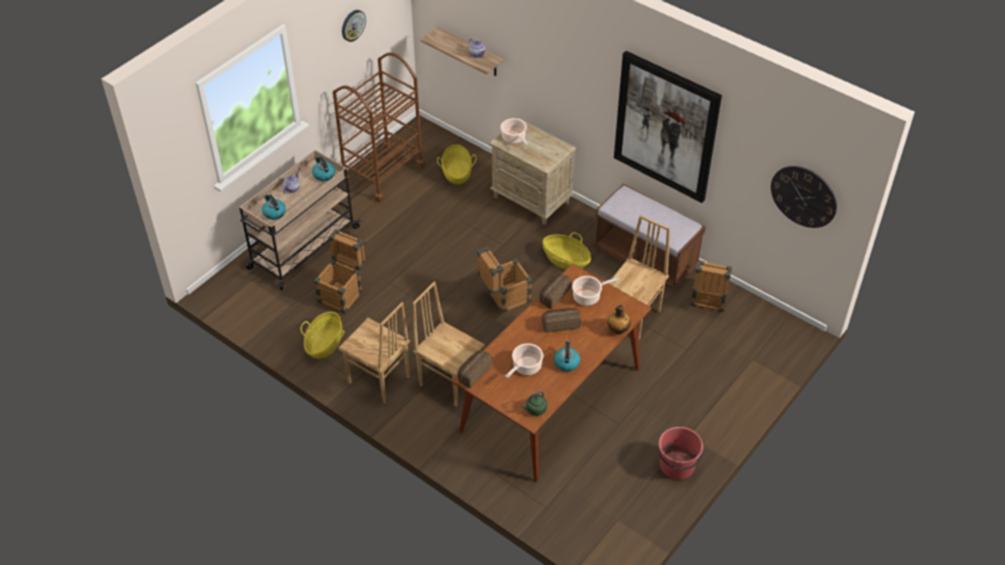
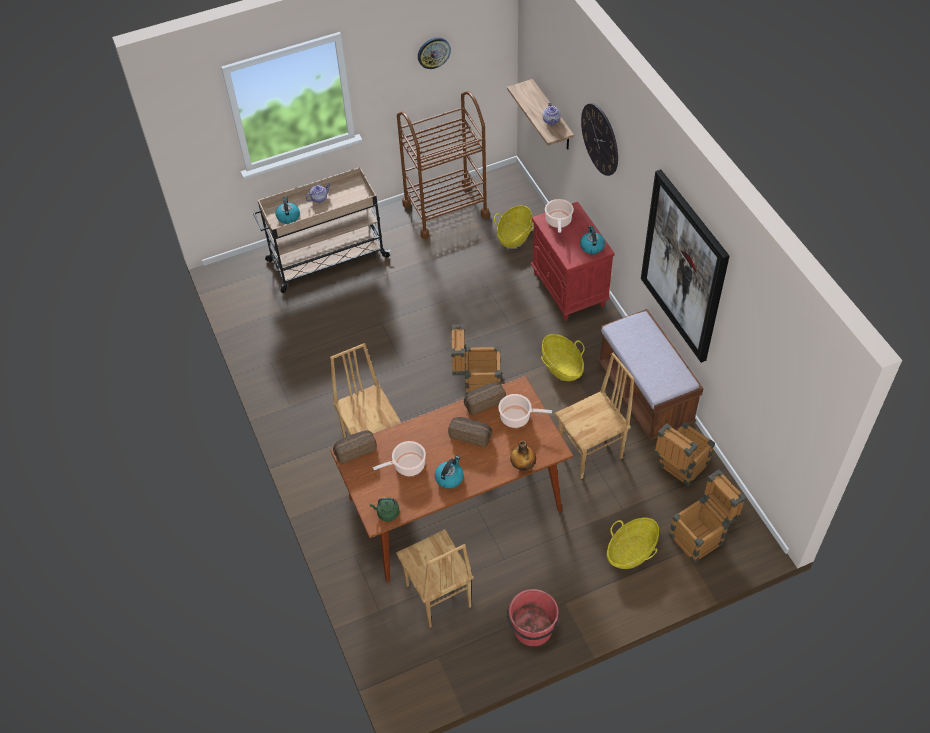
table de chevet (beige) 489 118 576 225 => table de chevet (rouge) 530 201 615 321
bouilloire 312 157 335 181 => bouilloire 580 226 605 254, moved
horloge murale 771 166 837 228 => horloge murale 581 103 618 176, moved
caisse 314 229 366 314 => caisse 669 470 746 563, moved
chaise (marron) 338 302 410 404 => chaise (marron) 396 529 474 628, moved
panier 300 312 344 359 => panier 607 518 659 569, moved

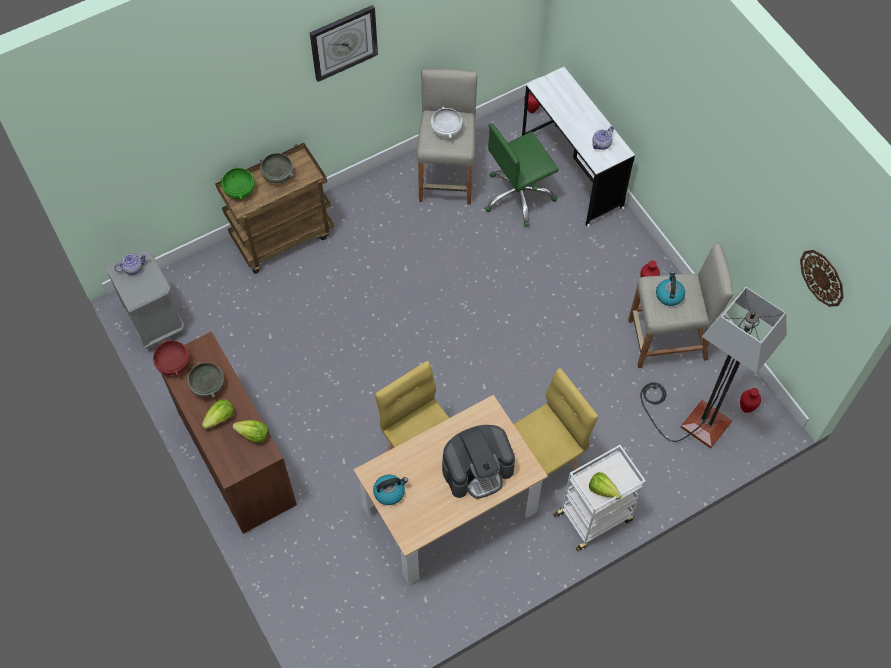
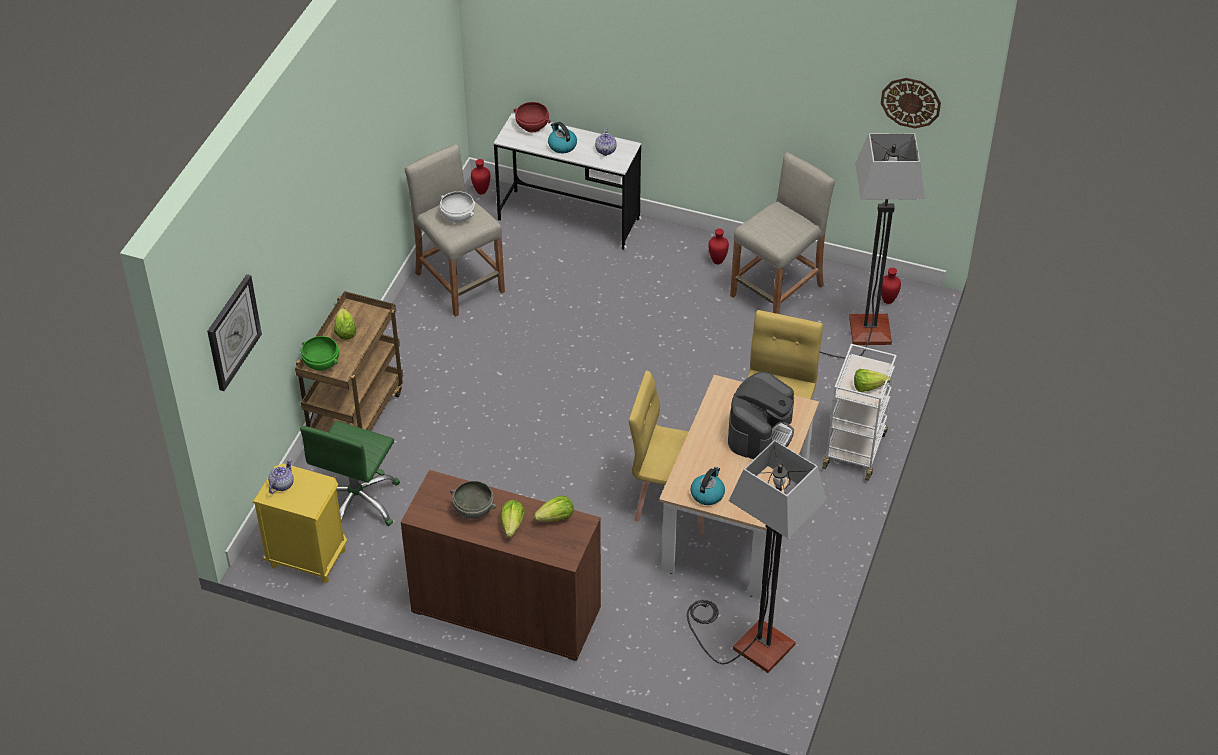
horloge murale 310 5 378 82 => horloge murale 207 274 262 391, moved
chaise de bureau (vert) 485 123 559 227 => chaise de bureau (vert) 300 421 400 526, moved
bol (gris) 260 153 294 184 => laitue 334 308 356 340
table de chevet (gris) 106 250 185 350 => table de chevet (jaune) 252 463 347 583
bouilloire 656 271 685 306 => bouilloire 548 122 577 153, moved
bol (rouge) 153 339 190 376 => bol (rouge) 514 102 551 132, moved
nothing => lampadaire 687 440 827 673

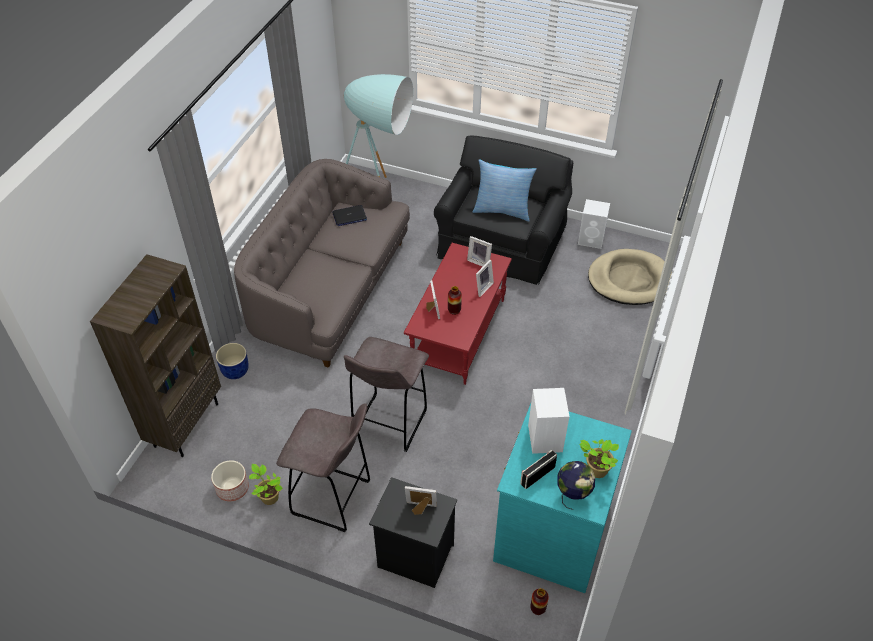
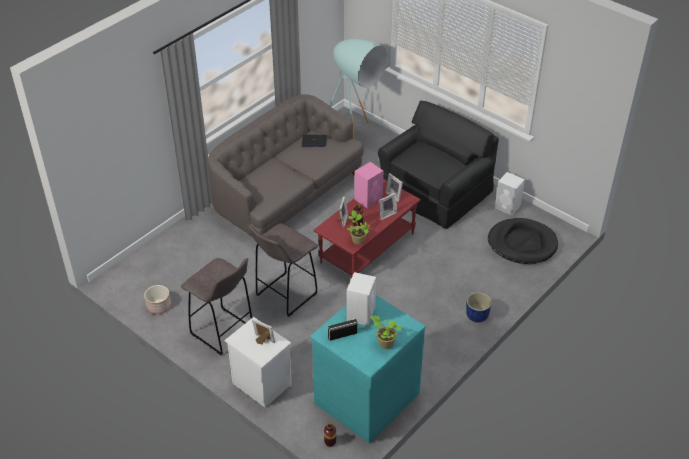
coussin 473 159 537 221 => nothing
panier pour chien (beige) 588 249 672 305 => panier pour chien (noir) 488 218 558 264
bibliothèque (marron) 90 254 221 457 => nothing
cache-pot (bleu) 216 343 249 379 => cache-pot (bleu) 466 292 492 322, moved
globe 557 461 595 510 => nothing
plante en pot 249 464 283 505 => plante en pot 347 210 370 245, moved
table de chevet (noir) 369 477 457 588 => table de chevet (blanc) 225 317 292 408
nothing => enceinte (rose) 354 162 383 208

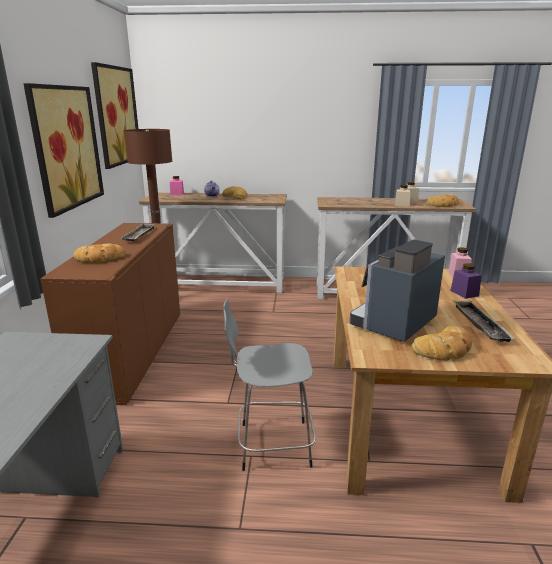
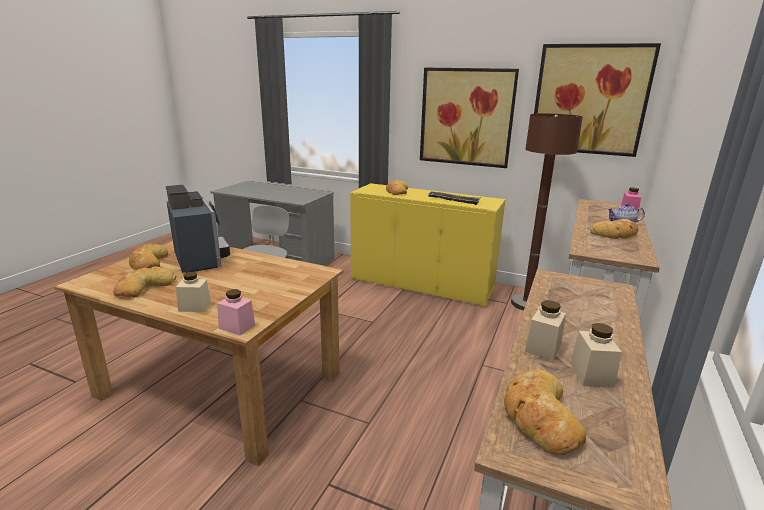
meuble de rangement (marron) 40 223 180 405 => meuble de rangement (jaune) 350 183 506 307
bocal (violet) 450 263 482 299 => bocal (beige) 176 272 211 312
plateau 453 300 515 342 => pain 113 266 176 298

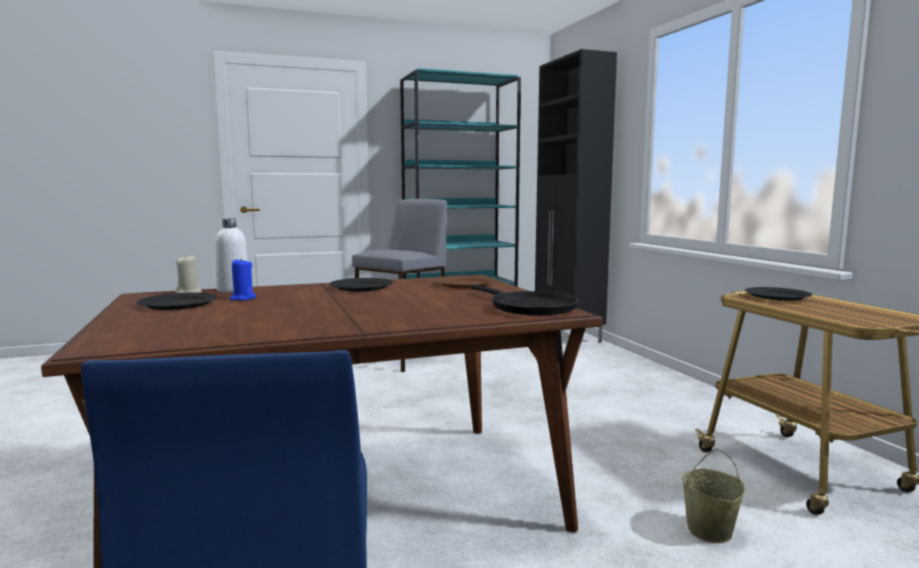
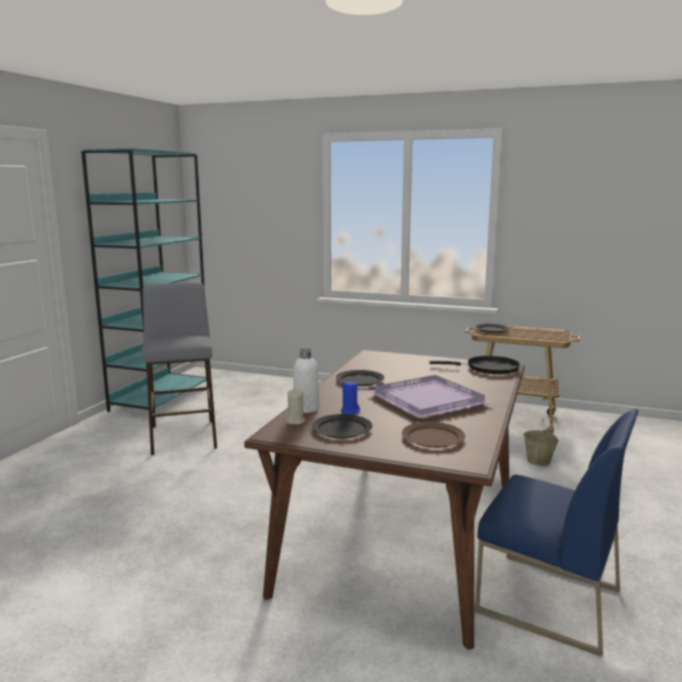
meuble de rangement (noir) 535 49 617 343 => nothing
assiette (marron) 434 275 496 288 => assiette (marron) 402 422 465 448, moved
nothing => plateau (violet) 368 375 492 419

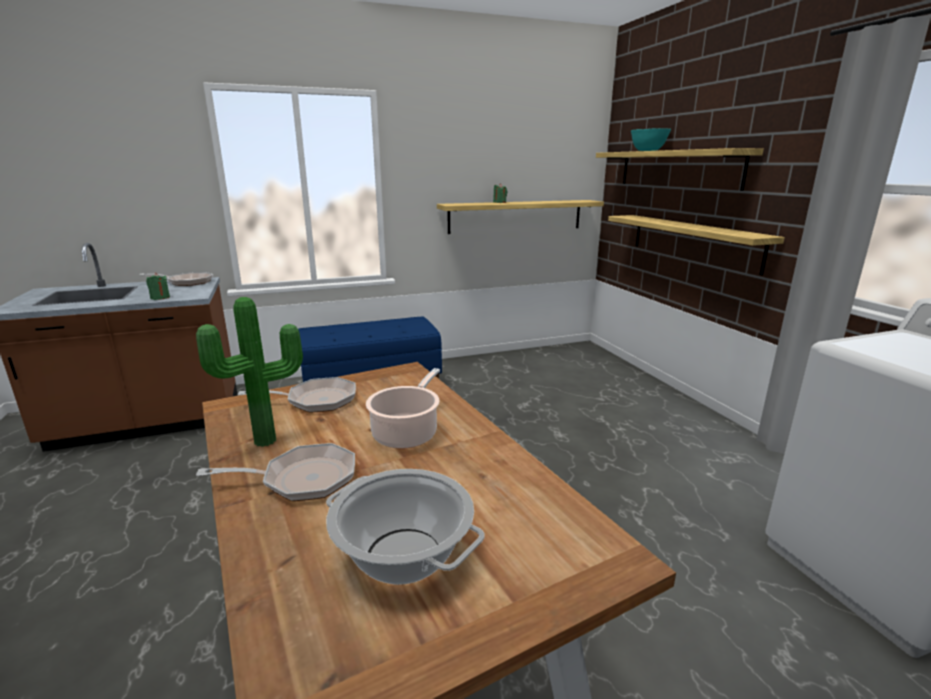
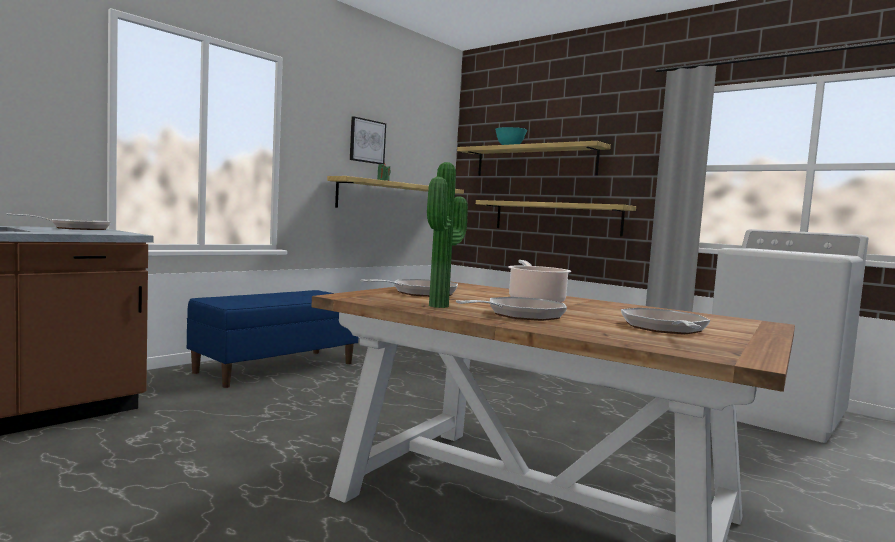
bougie (vert) 146 273 170 300 => nothing
marmite 326 469 485 585 => poêle 621 308 710 334
nothing => tableau 350 116 386 164

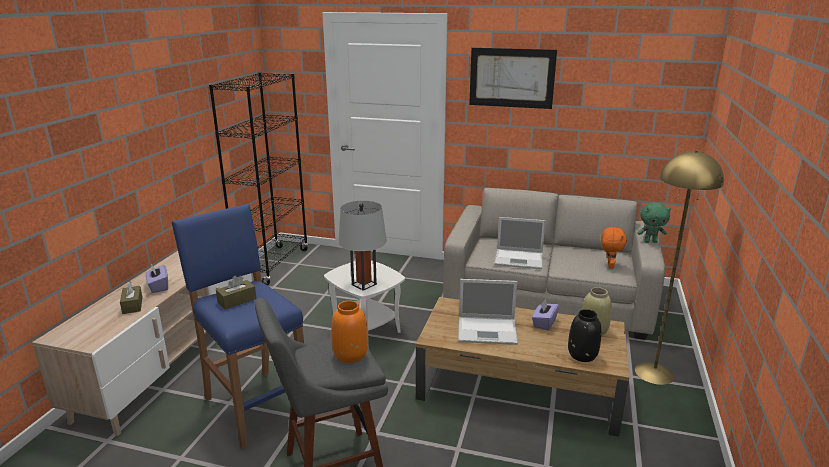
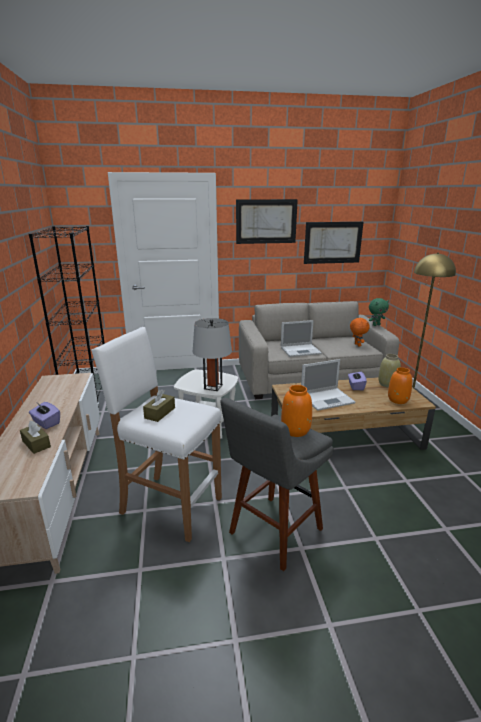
tabouret (bleu) 172 204 304 449 => tabouret (blanc) 91 327 222 542
vase (noir) 568 309 601 362 => vase (orange) 388 367 412 404
nothing => tableau 304 222 363 264

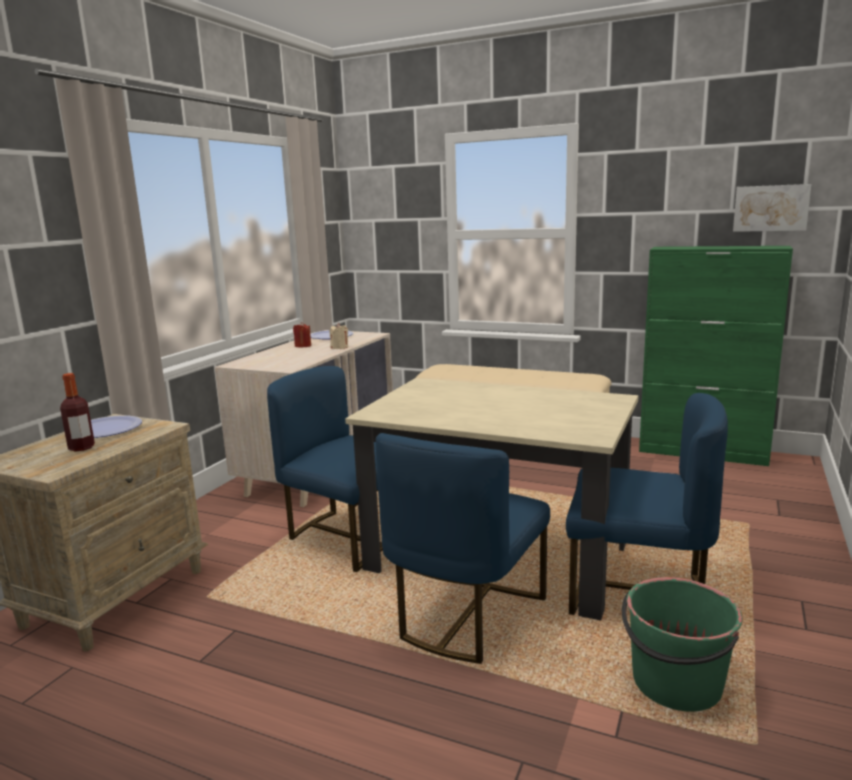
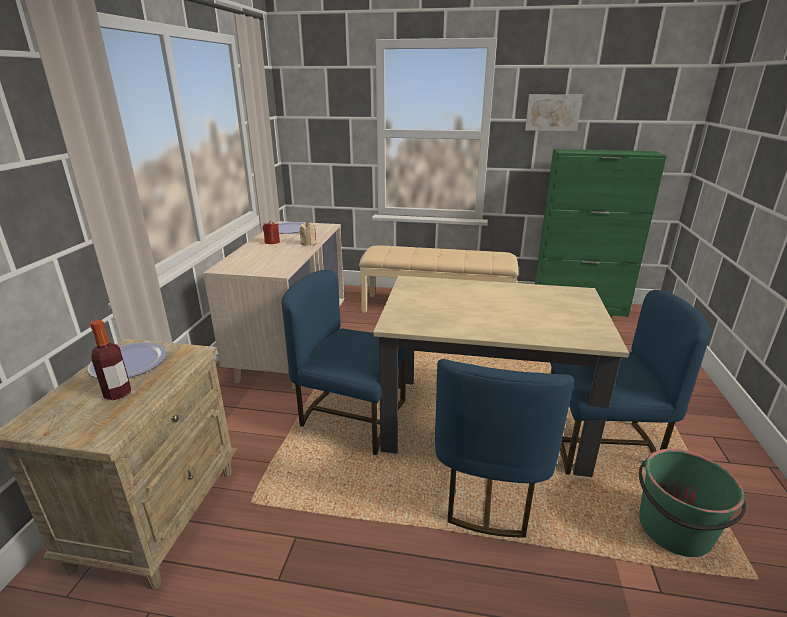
tableau 733 184 811 232 => tableau 525 94 583 131, moved

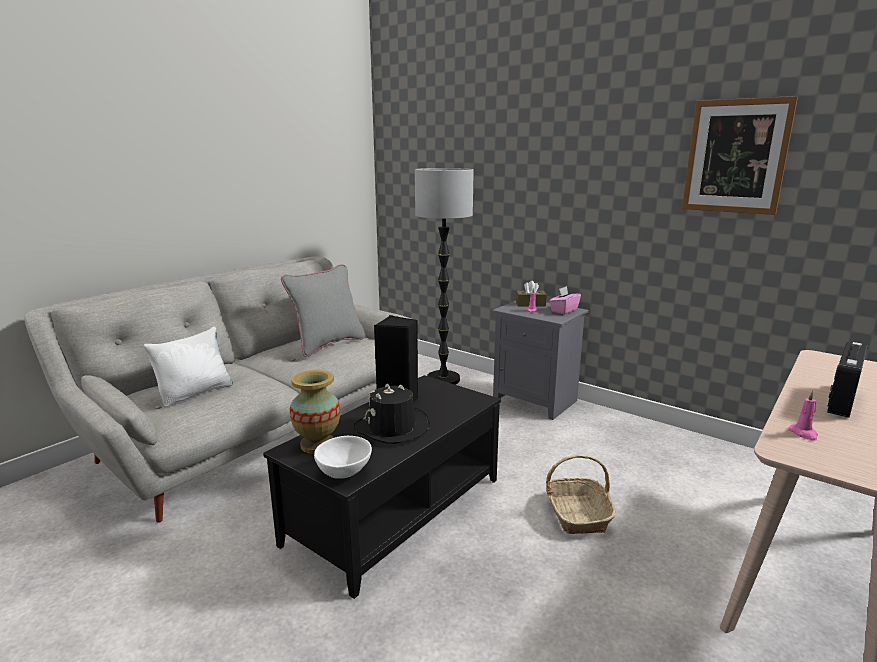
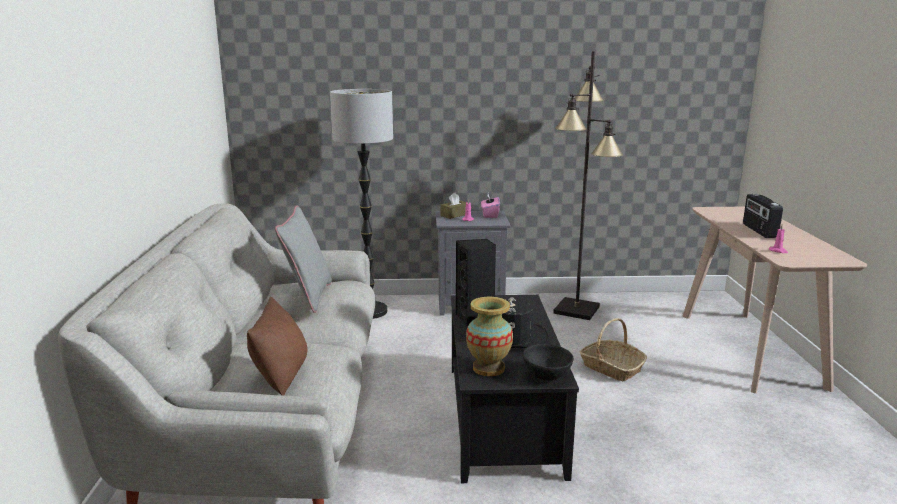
tableau 682 96 798 215 => nothing
coussin (blanc) 143 327 233 407 => coussin (marron) 247 296 308 396
bol (blanc) 314 436 372 479 => bol (noir) 523 344 573 381
nothing => lampadaire (noir) 553 51 623 320

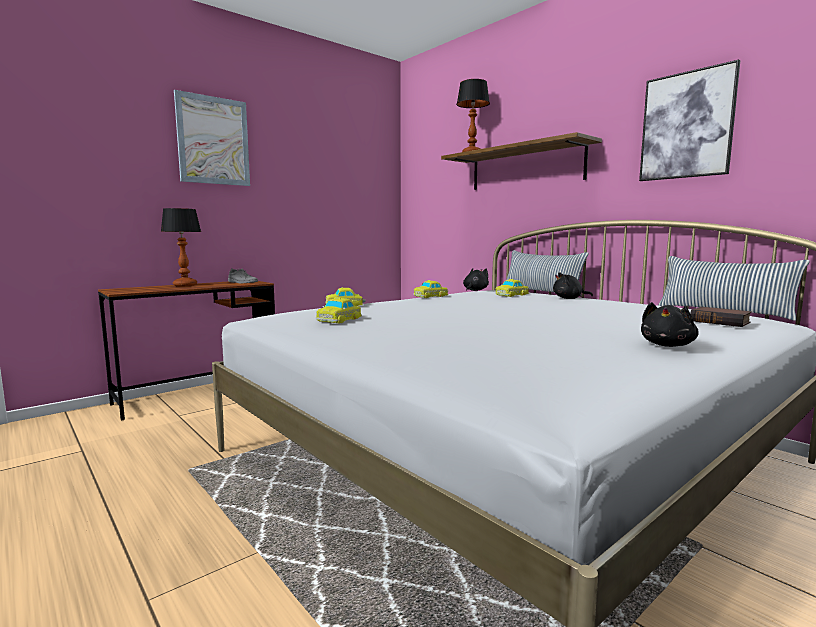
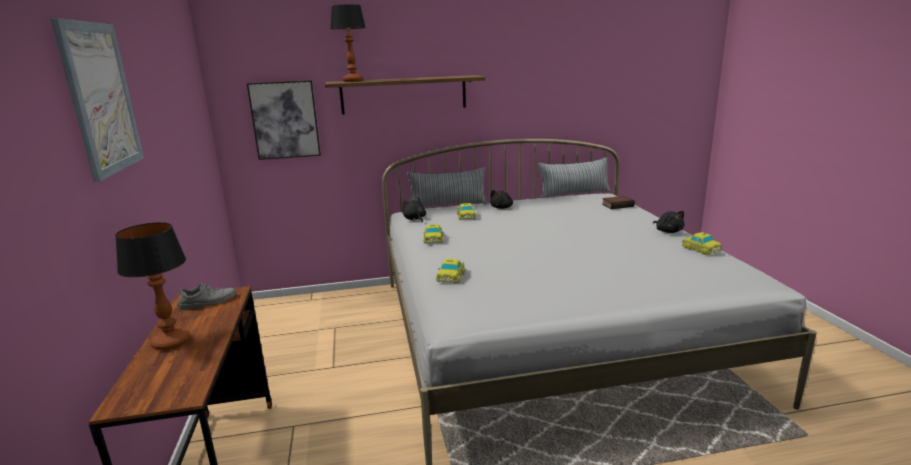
tableau 639 59 740 181 => tableau 247 80 321 160, moved
petite voiture 316 297 362 324 => petite voiture 681 232 722 255, moved

